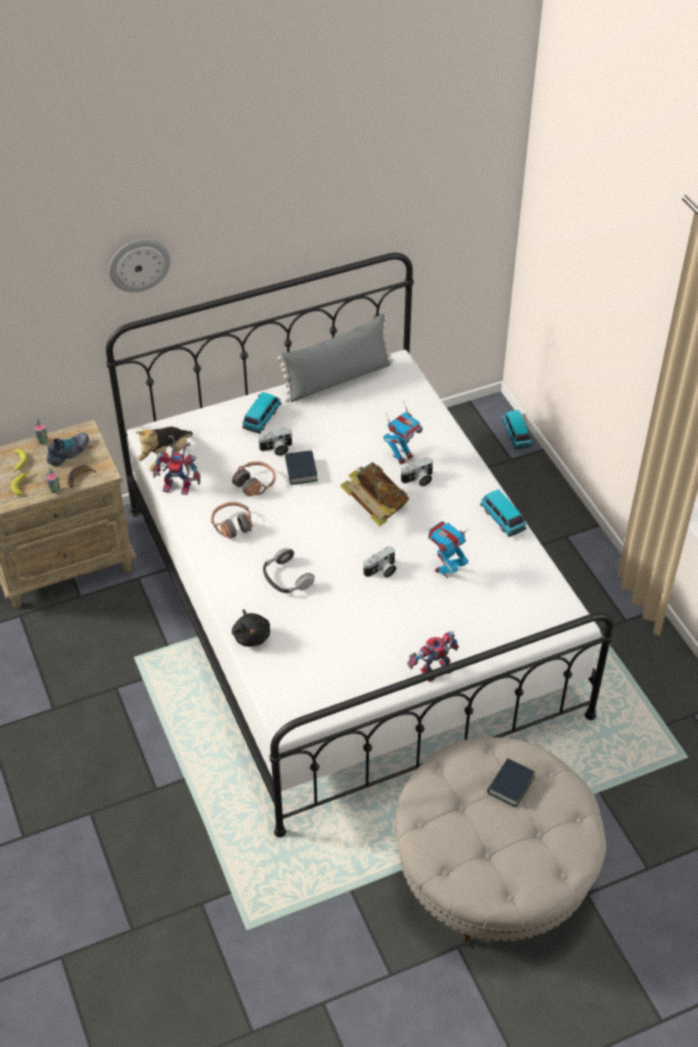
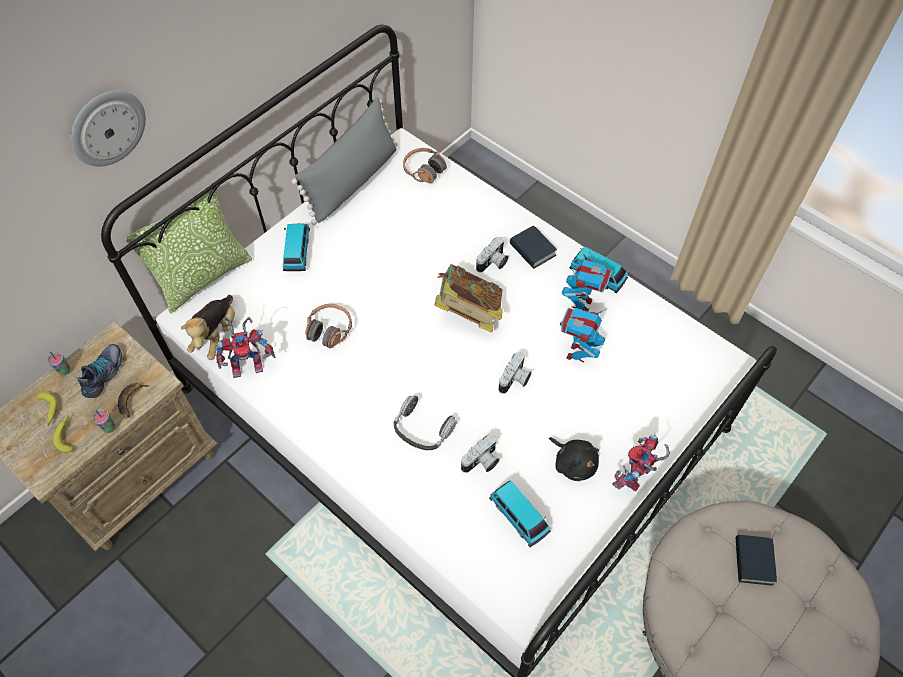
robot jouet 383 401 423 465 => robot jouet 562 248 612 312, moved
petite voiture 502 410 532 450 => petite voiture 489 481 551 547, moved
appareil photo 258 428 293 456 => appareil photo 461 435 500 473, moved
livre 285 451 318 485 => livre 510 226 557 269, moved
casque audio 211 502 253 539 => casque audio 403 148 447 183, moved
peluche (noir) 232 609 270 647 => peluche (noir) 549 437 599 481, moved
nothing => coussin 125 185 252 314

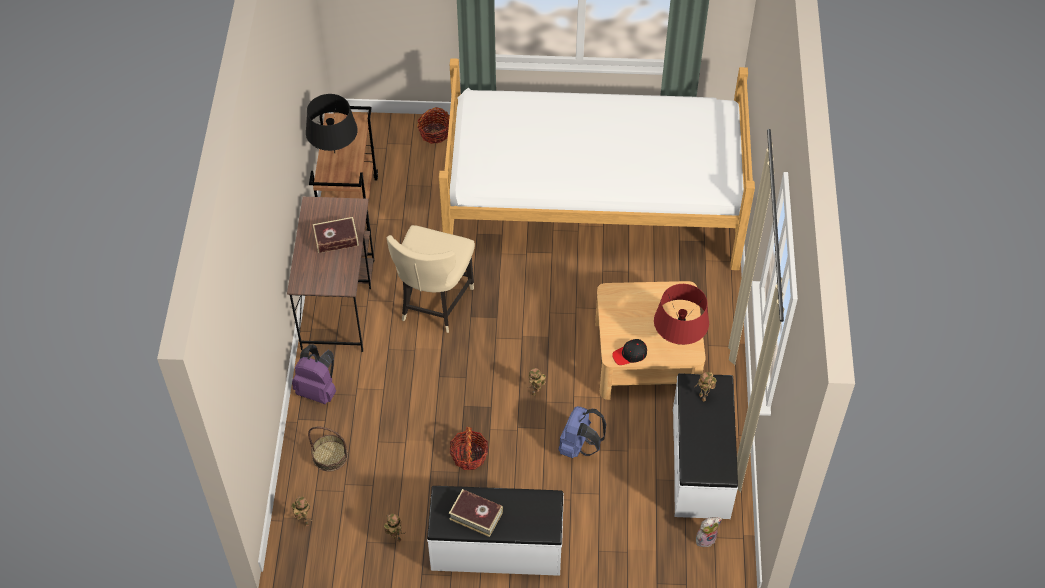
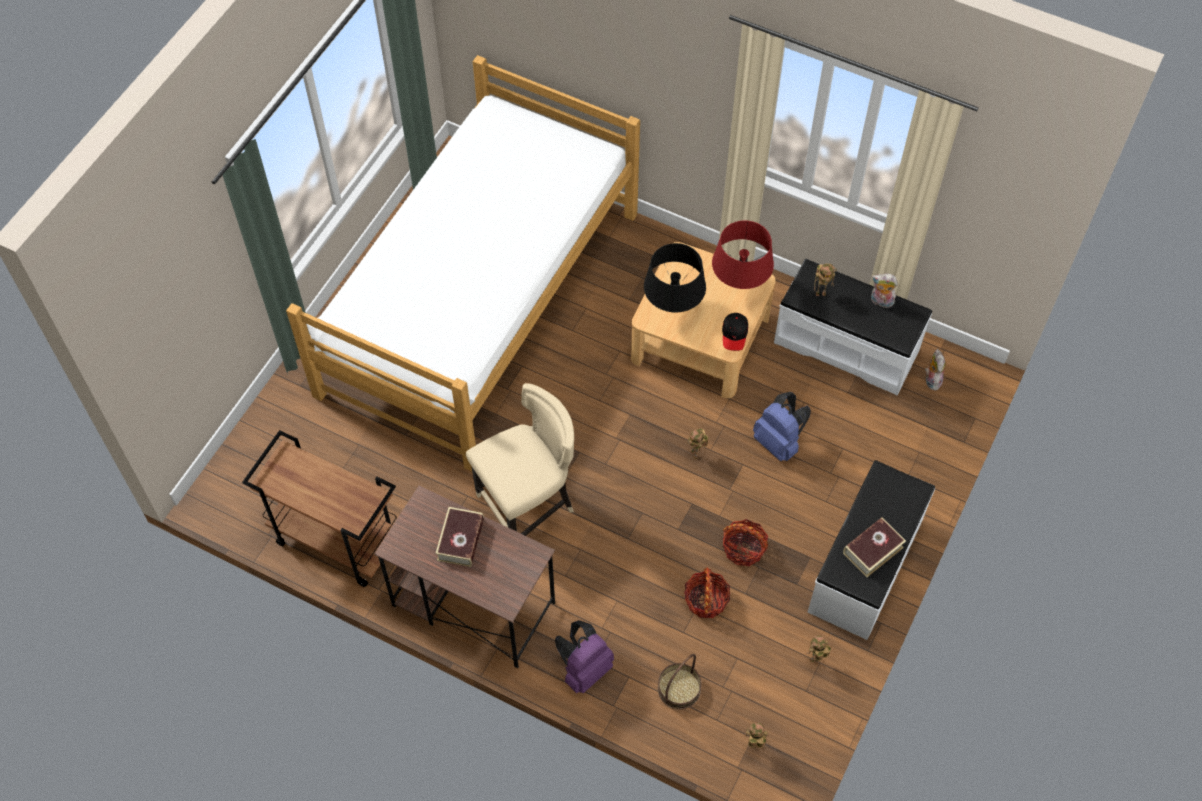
lampe de table (noir) 306 94 358 153 => lampe de table (noir) 644 243 706 312, moved
panier 417 107 450 144 => panier 684 568 730 618, moved
chaise (beige) 387 225 475 333 => chaise (beige) 466 383 574 536, 75 degrees counterclockwise
nothing => peluche 871 273 898 308

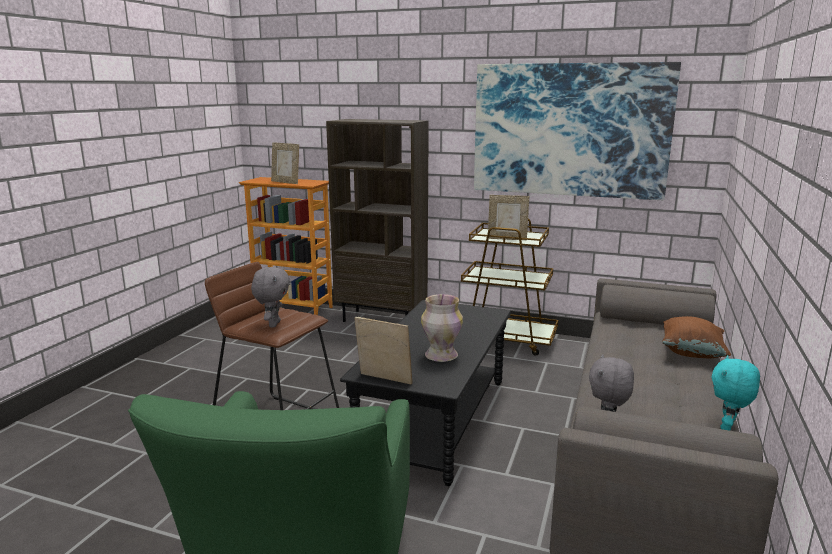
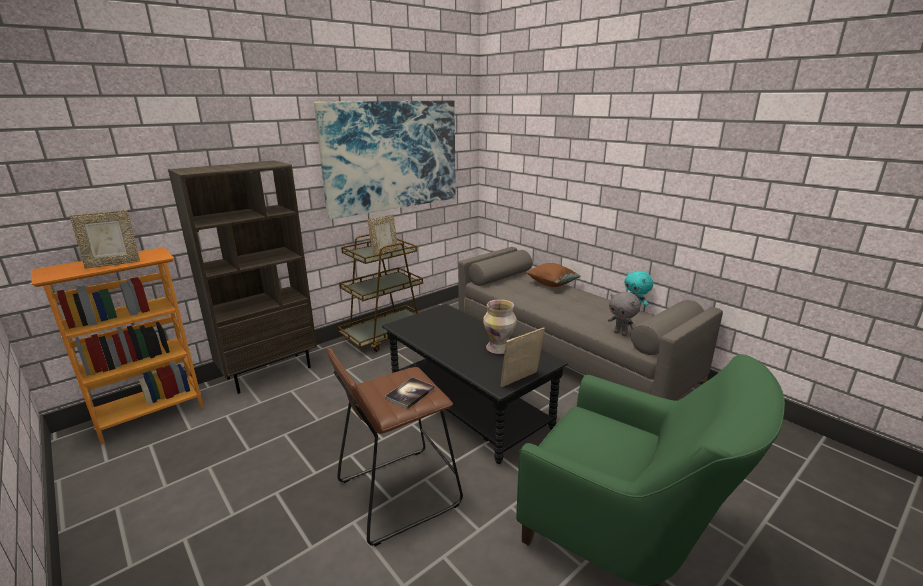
peluche (gris) 251 267 290 328 => livre 385 377 435 409

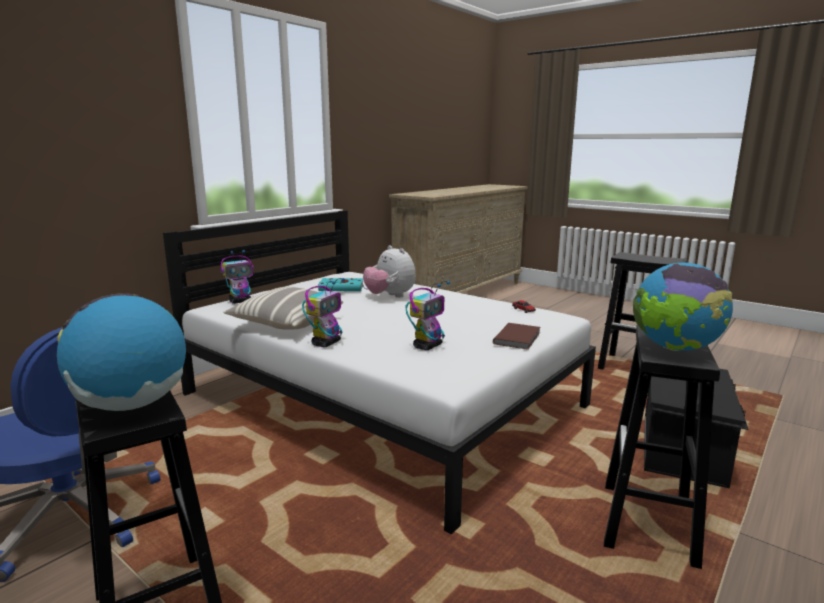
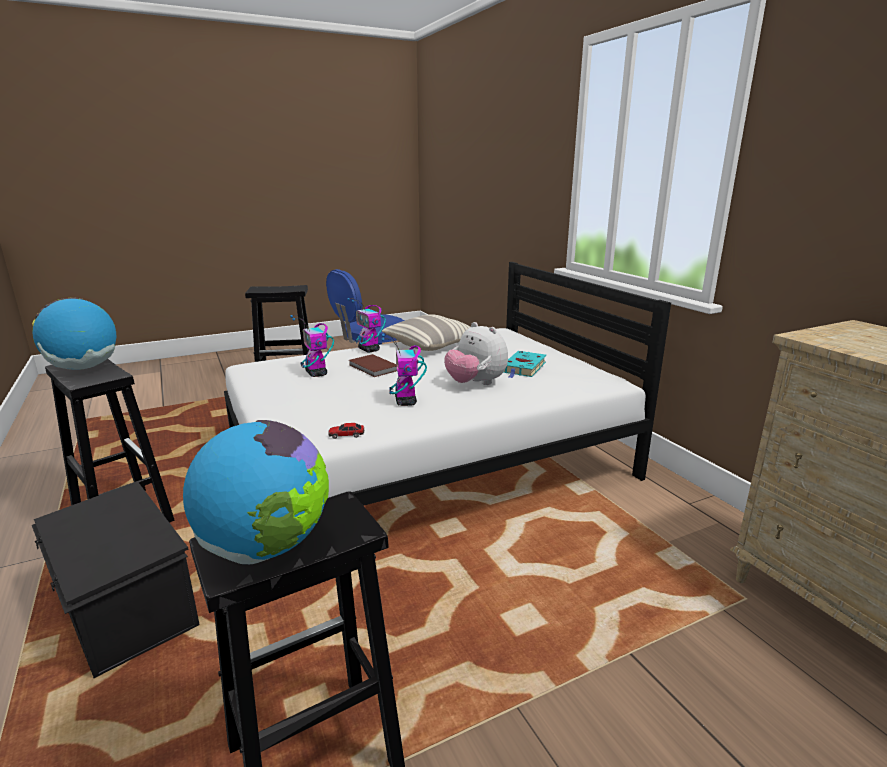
peluche 363 245 416 298 => peluche 444 322 508 385, 120 degrees counterclockwise
robot jouet 221 250 254 304 => robot jouet 381 334 427 406, moved
globe 57 293 186 411 => globe 183 420 329 564, moved
livre (marron) 493 323 540 350 => livre (marron) 349 354 397 377, moved

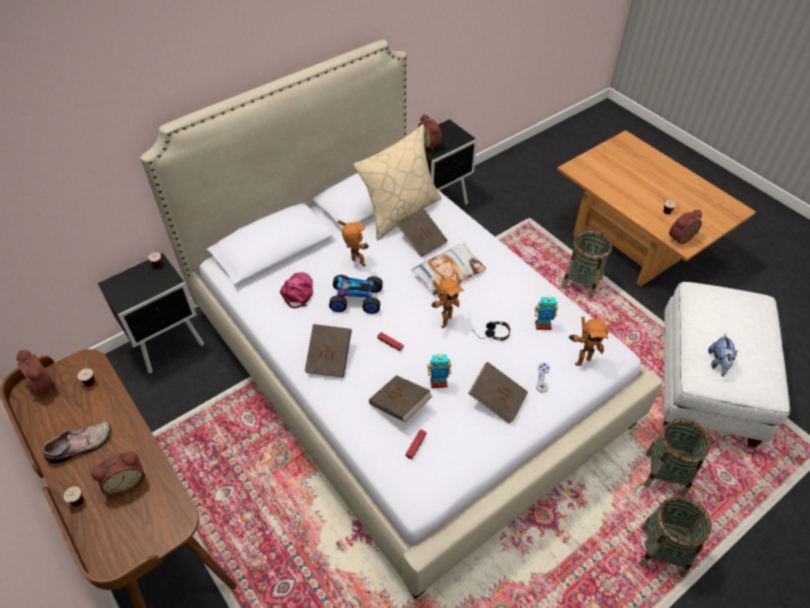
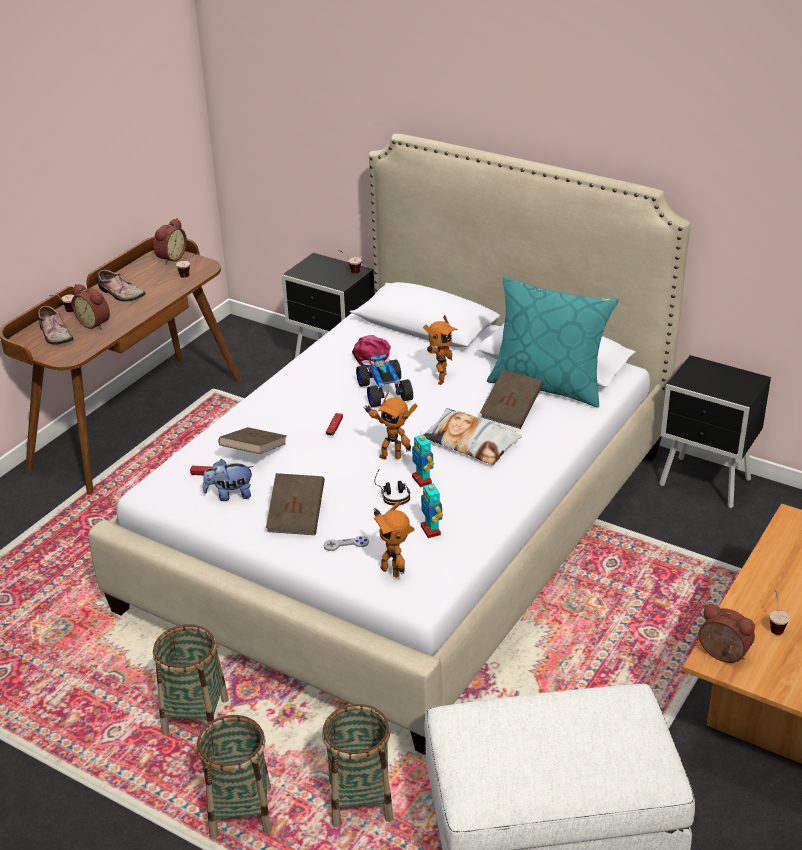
réveil 418 114 442 151 => nothing
coussin (beige) 354 124 442 240 => coussin (turquoise) 487 276 619 408
panier 561 230 612 299 => panier 153 624 229 735, moved
casquette (rose) 280 272 313 309 => casquette (rose) 352 335 391 368, 60 degrees counterclockwise
livre (marron) 305 324 352 378 => nothing
peluche 708 333 738 377 => peluche 203 459 254 501, moved
robot jouet 428 353 451 388 => robot jouet 412 431 434 487, moved
nothing => chaussure 38 306 74 345

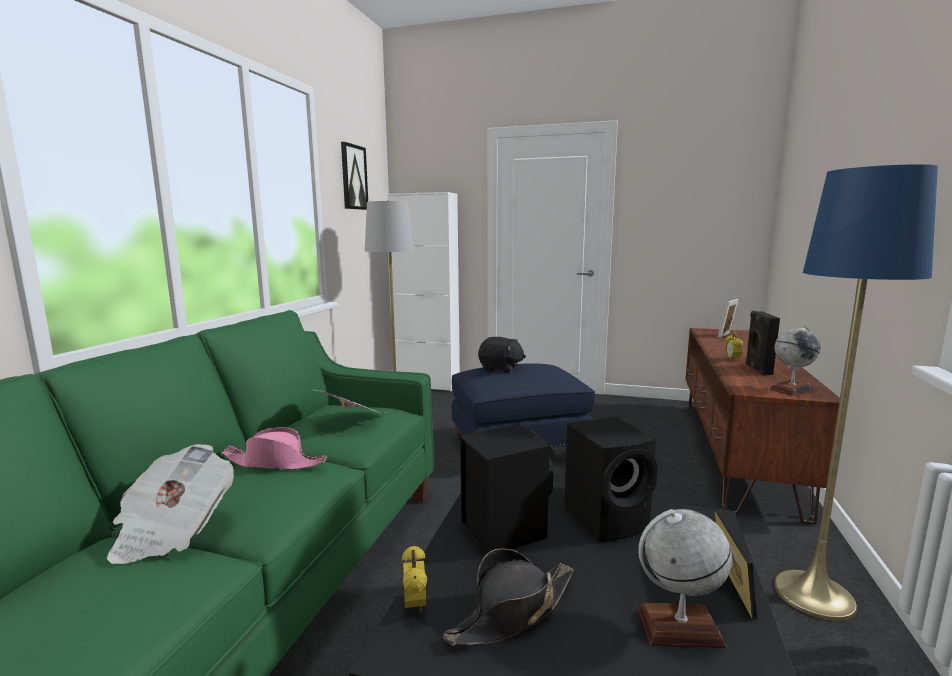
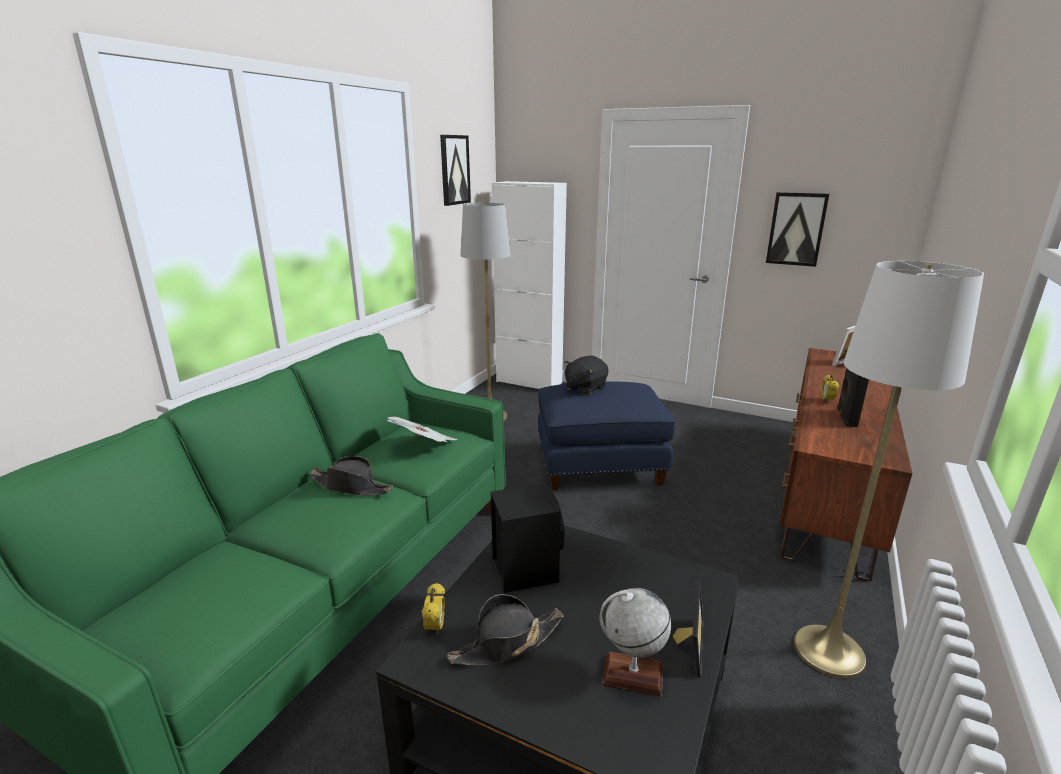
lampadaire (bleu) 774 164 938 621 => lampadaire (blanc) 794 261 984 679
globe 770 326 821 396 => nothing
peluche (noir) 478 337 526 373 => peluche (noir) 564 355 609 395, 105 degrees clockwise
enceinte (noir) 564 416 658 542 => nothing
chapeau (rose) 221 427 327 470 => chapeau (noir) 309 456 393 496
journal 107 444 234 564 => nothing
nothing => tableau 766 192 829 267

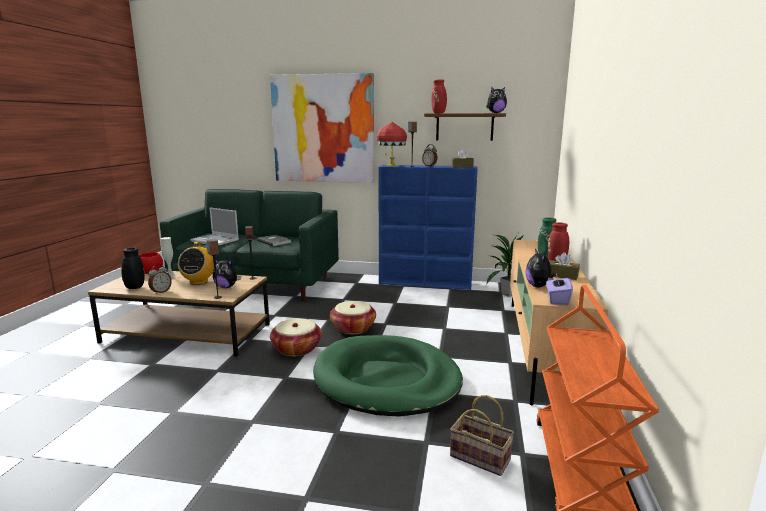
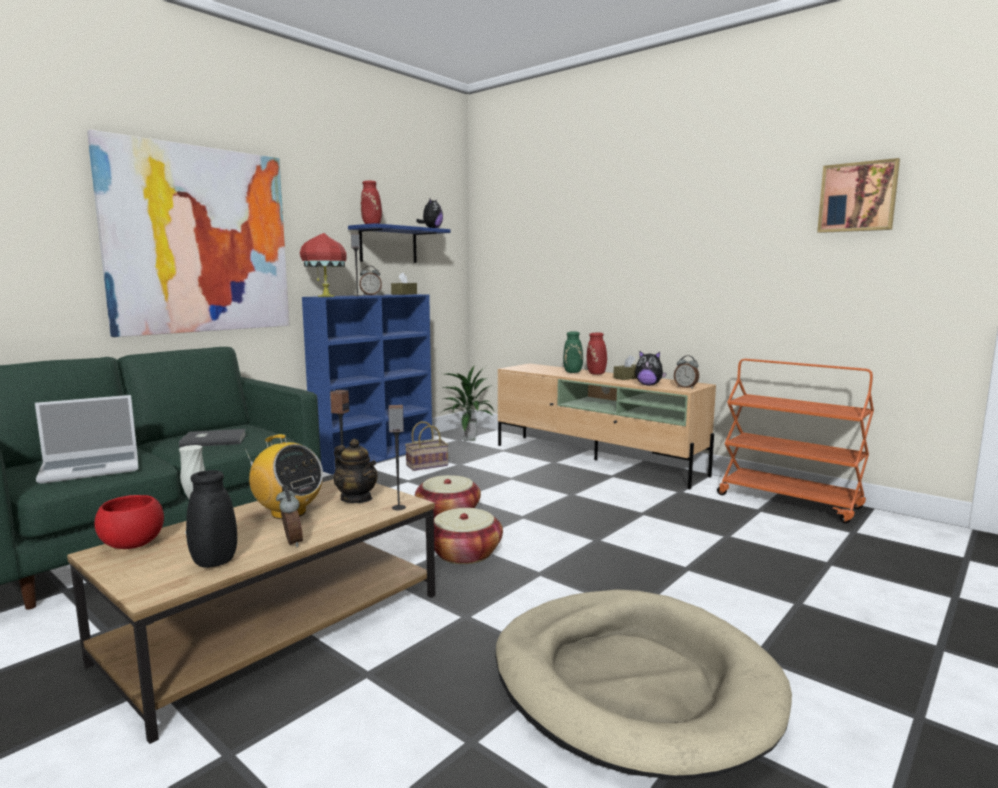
étagère (marron) 424 113 506 141 => étagère (bleu) 348 223 450 263
peluche 213 259 241 288 => théière 334 439 378 503
boîte à mouchoirs (violet) 546 273 573 305 => réveil 674 355 699 389
panier pour chien (vert) 313 335 463 417 => nothing
panier 450 395 514 476 => panier 405 421 449 471, moved
nothing => tableau 817 158 900 233
nothing => panier pour chien (beige) 495 590 792 780

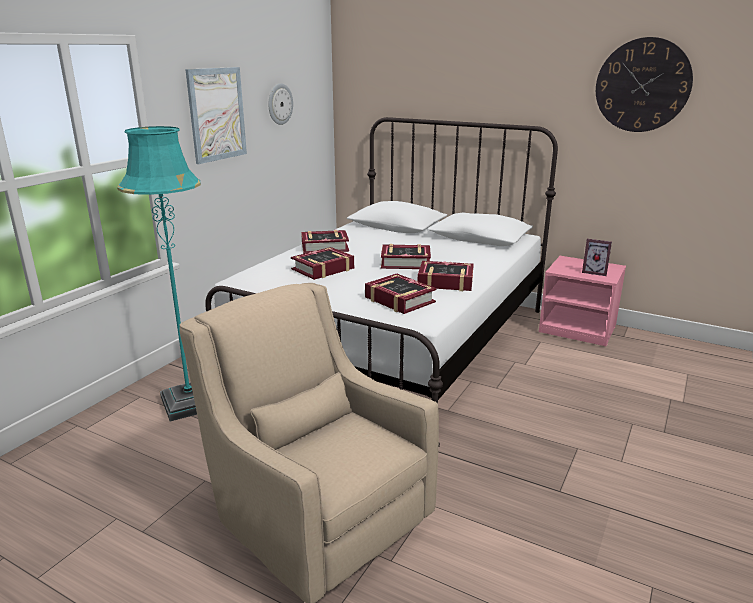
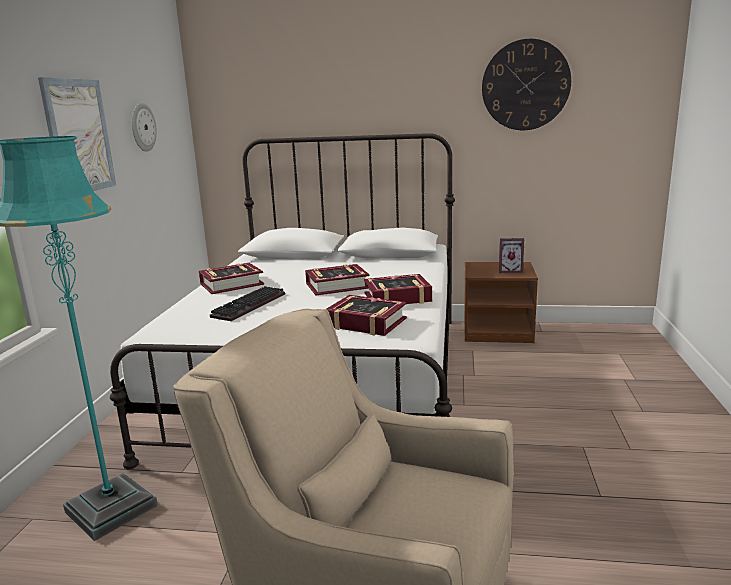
livre 291 247 354 280 => clavier 210 286 285 321
table de chevet (rose) 539 256 626 346 => table de chevet (marron) 464 262 538 343

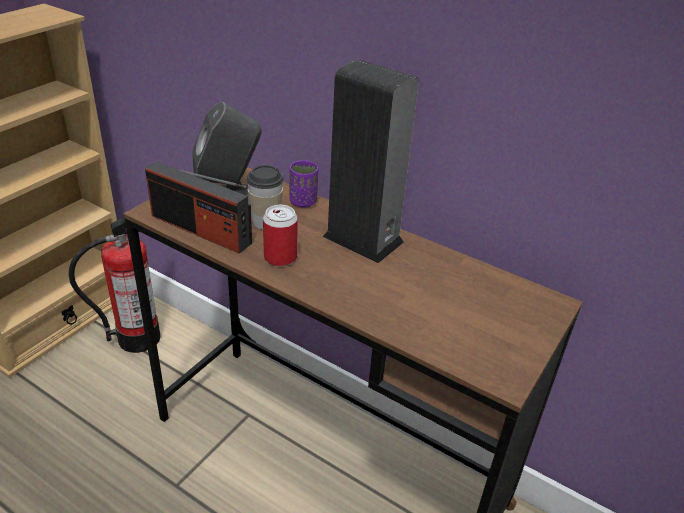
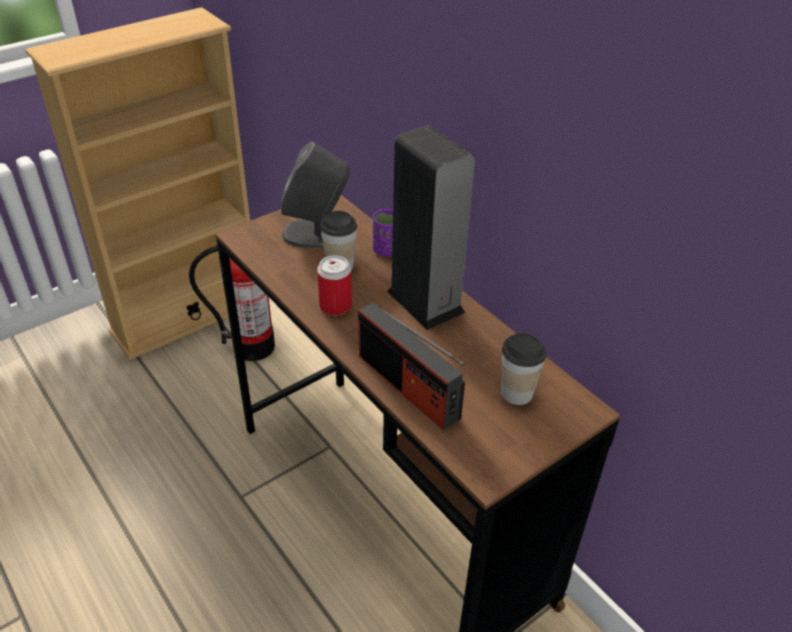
radio 145 162 252 254 => radio 358 302 465 430, moved
nothing => tasse 501 333 547 405

